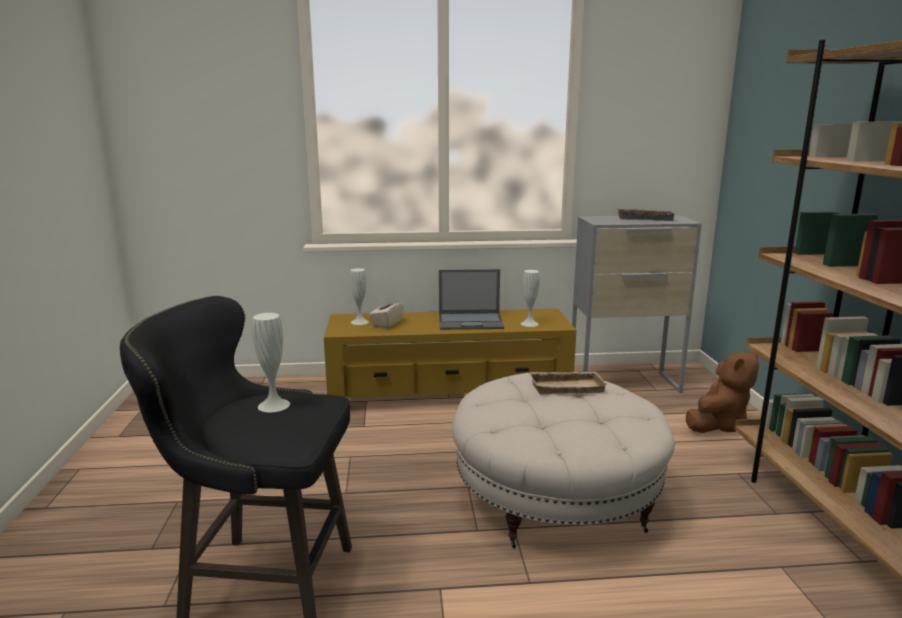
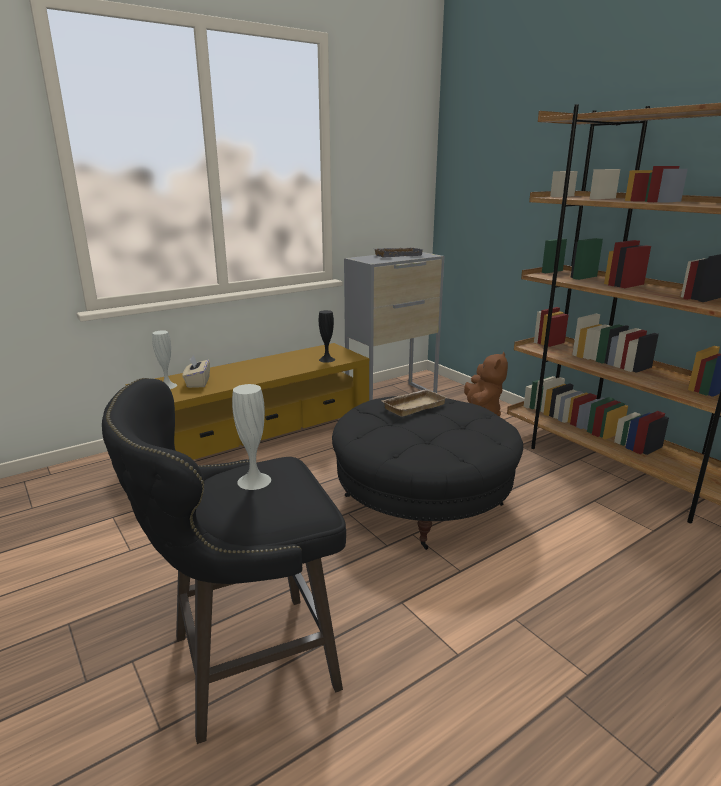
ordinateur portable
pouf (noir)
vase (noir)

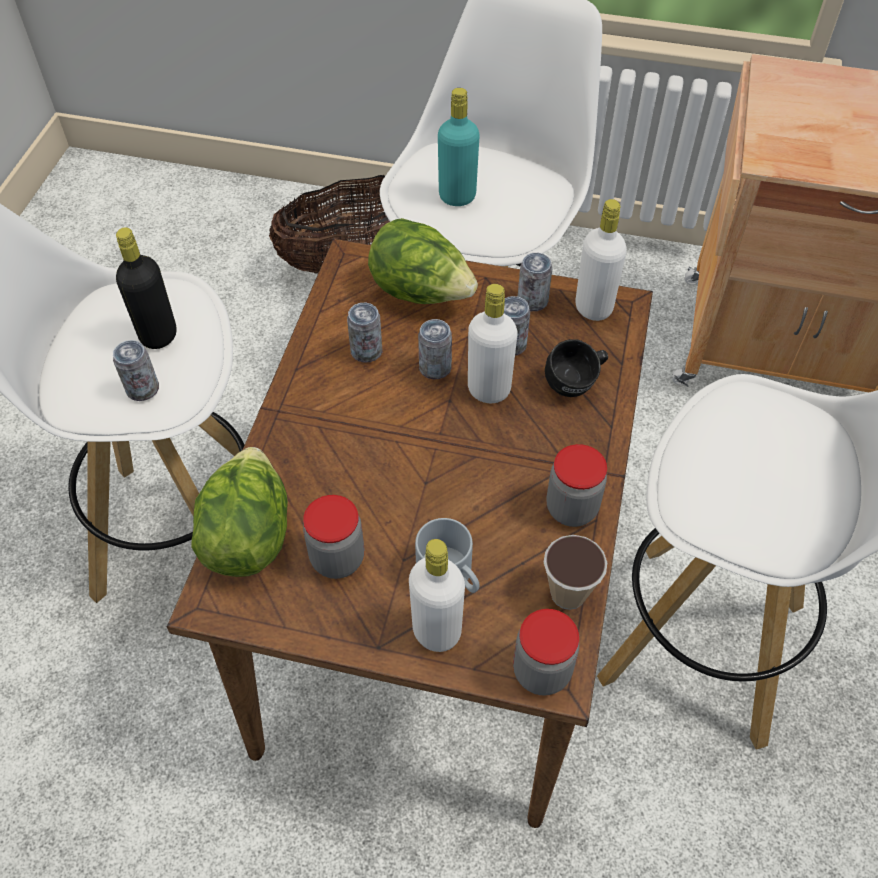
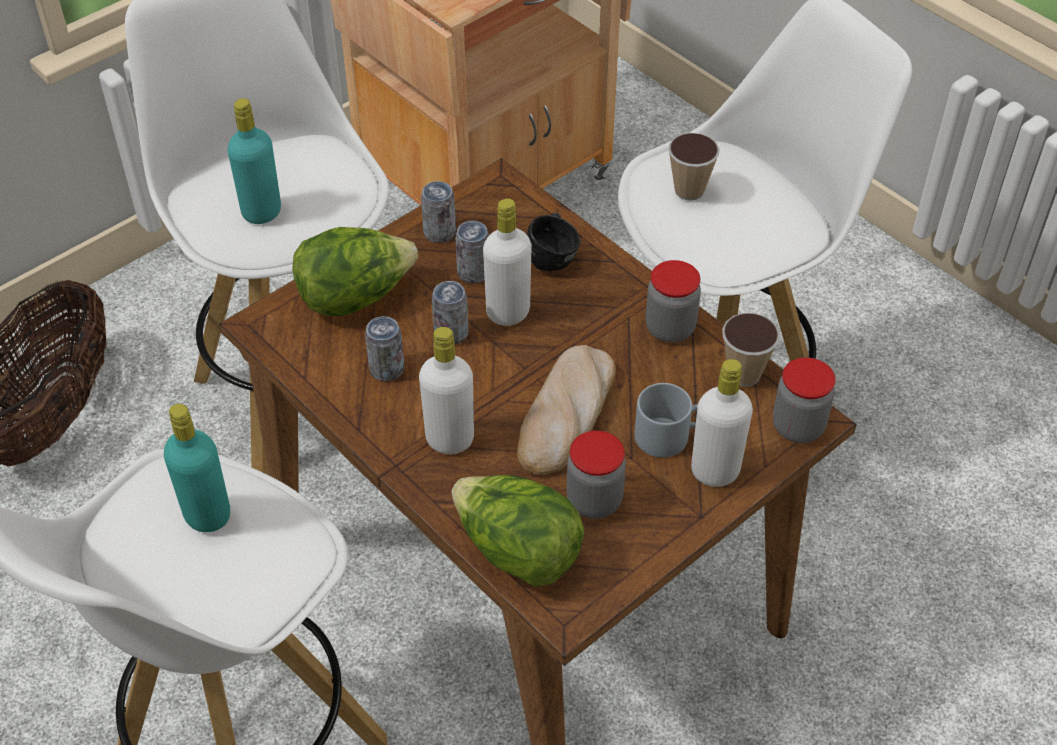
boîte métallique (1st from left in the first image)
bouteille (turquoise) (1st from left)
bouteille (blanc) (1st from left)
pain
tasse (1st from left)

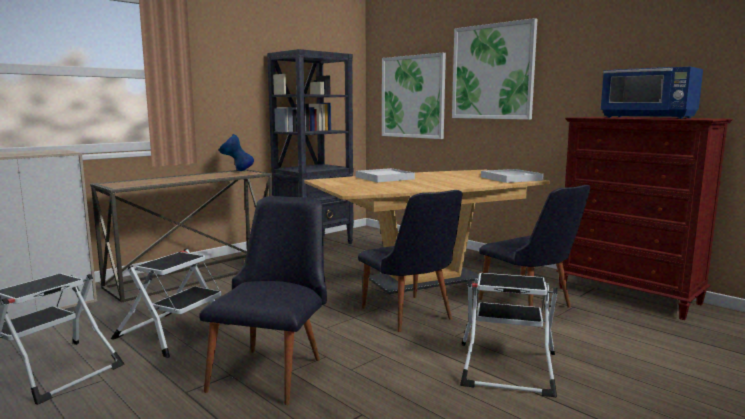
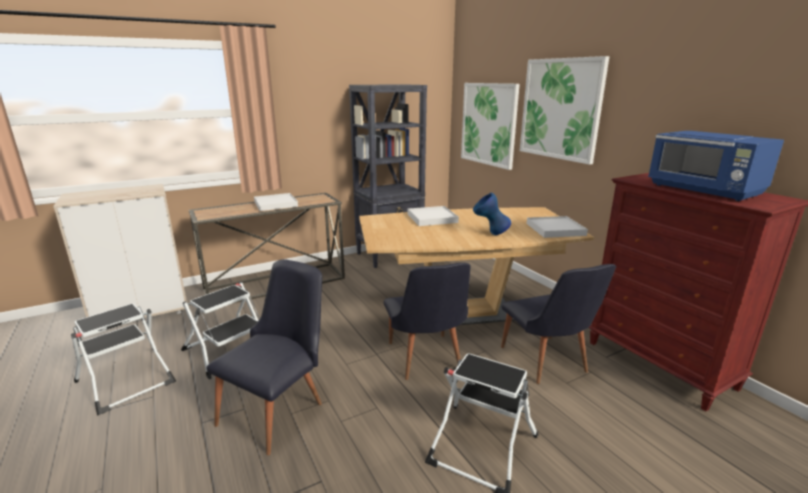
vase (bleu)
plateau (blanc) (1st from left)

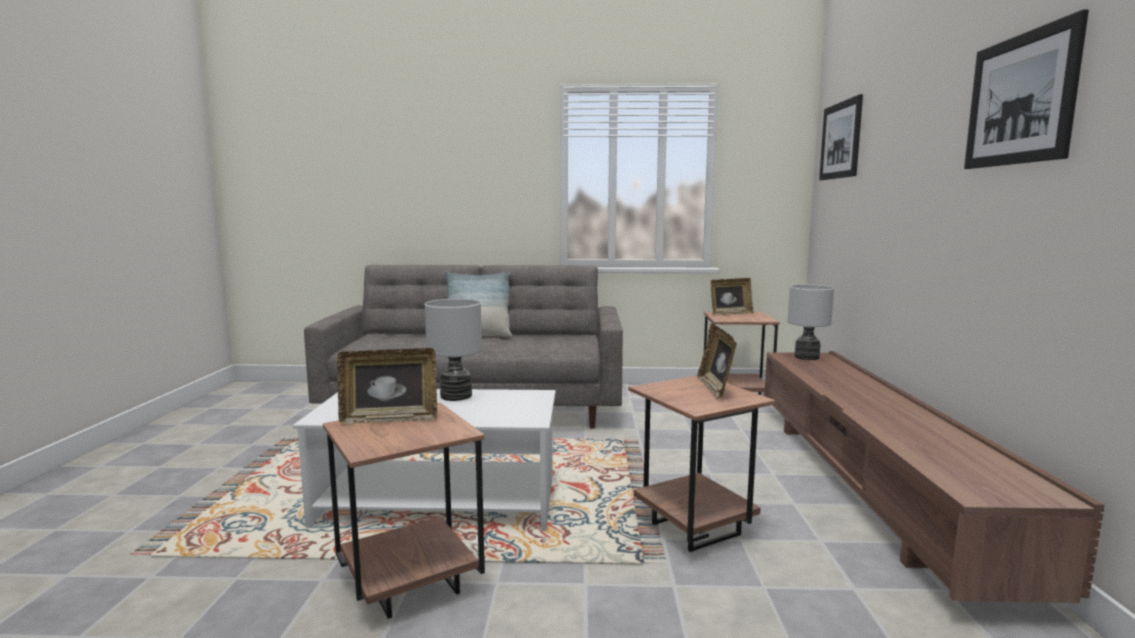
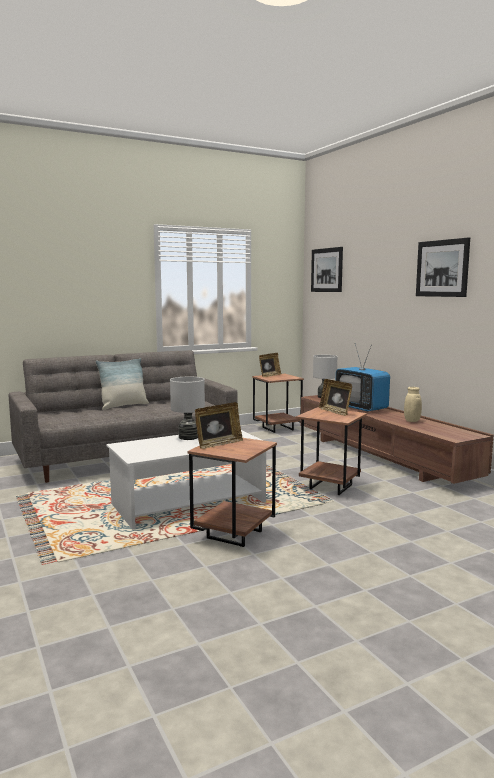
téléviseur
vase (beige)

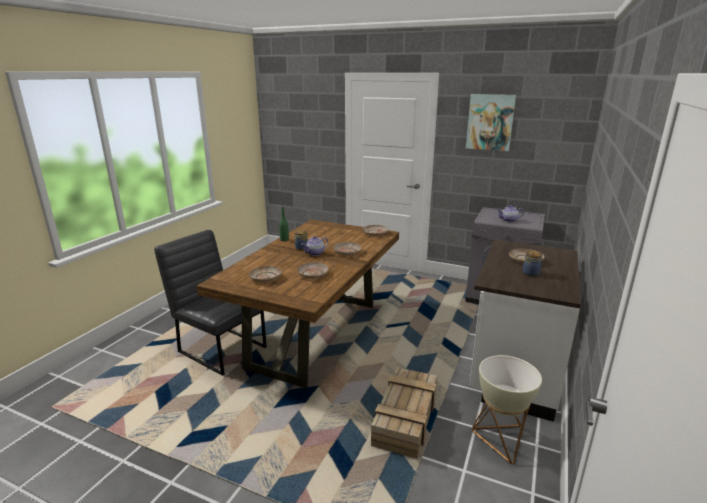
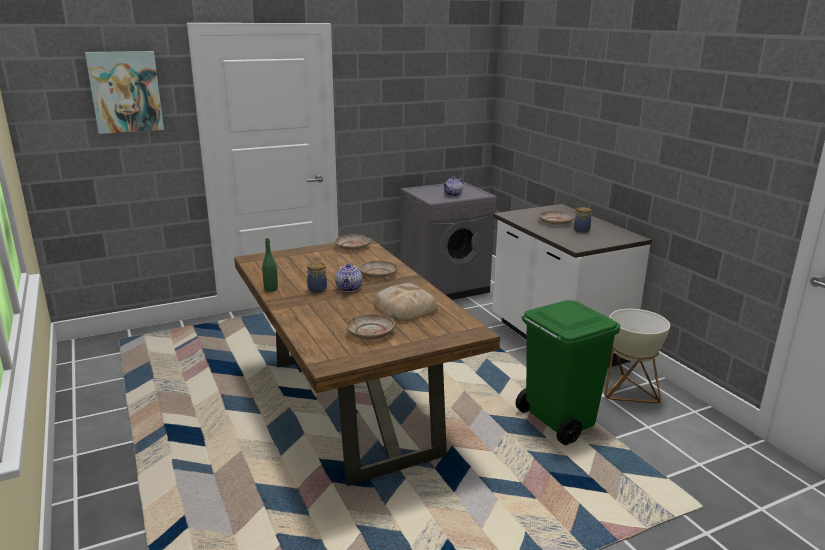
chaise (gris)
pain
poubelle (vert)
tableau

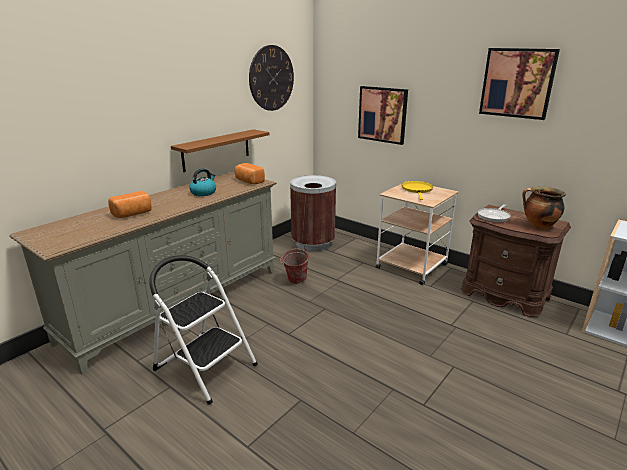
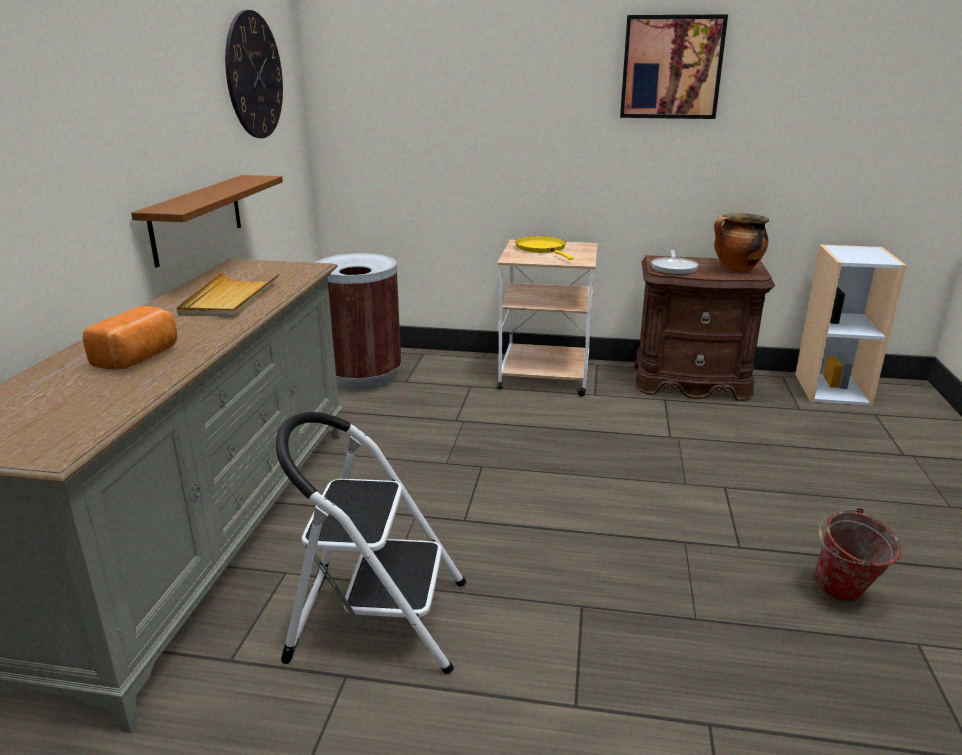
plateau (beige)
pain (2nd from left in the first image)
seau
tableau (1st from left in the first image)

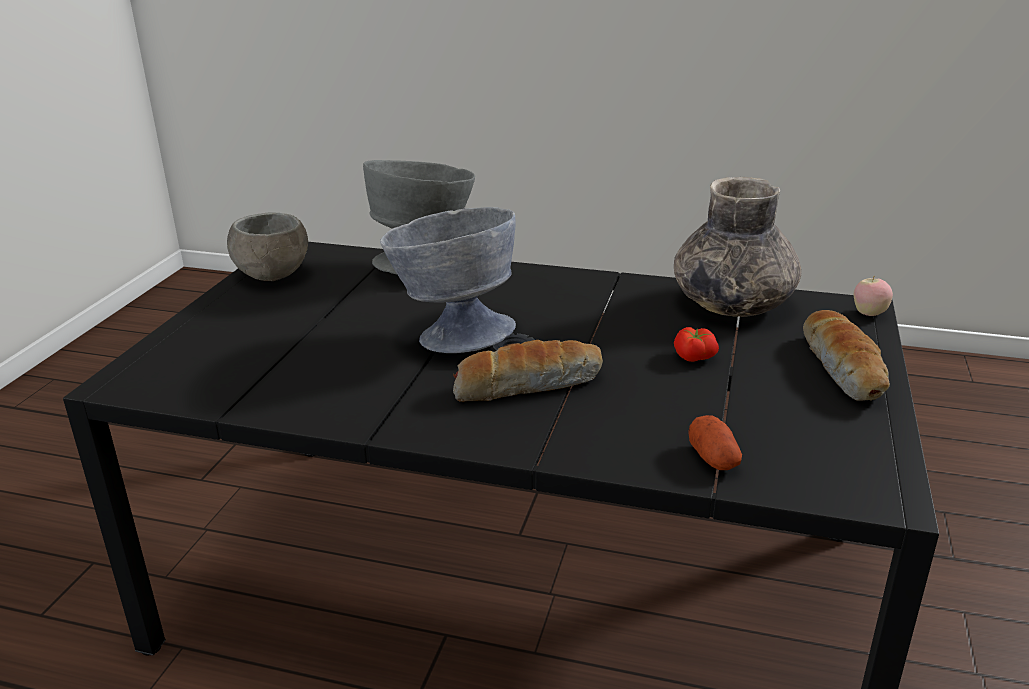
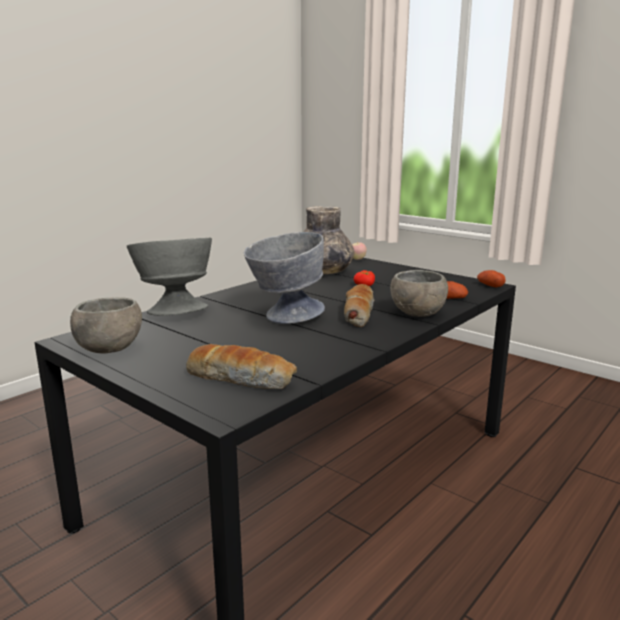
pain (1st from left)
bol (gris) (4th from left)
pomme de terre (2nd from left)

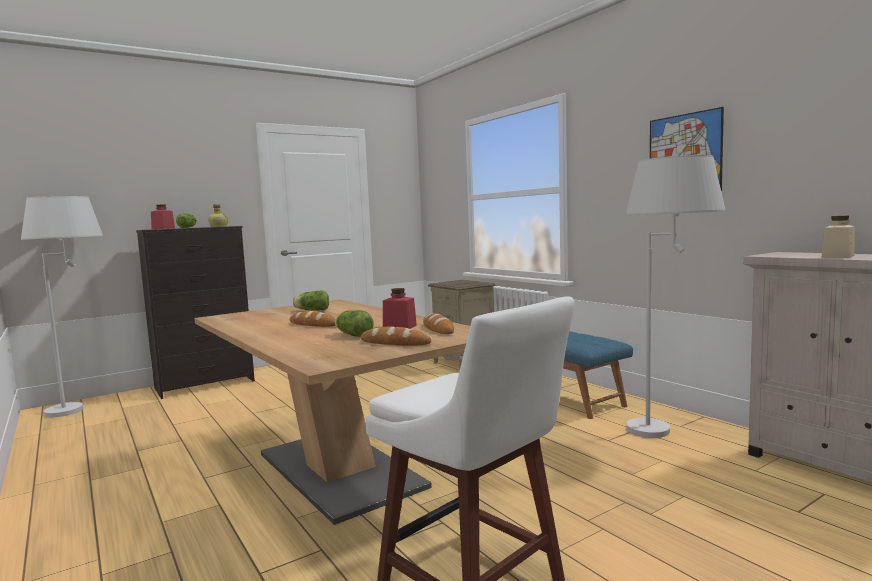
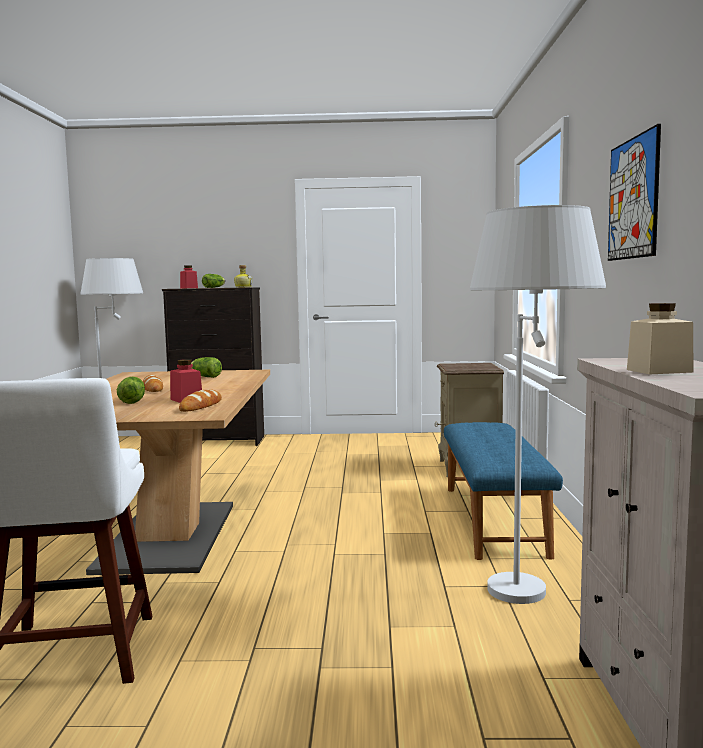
pain (2nd from left in the first image)

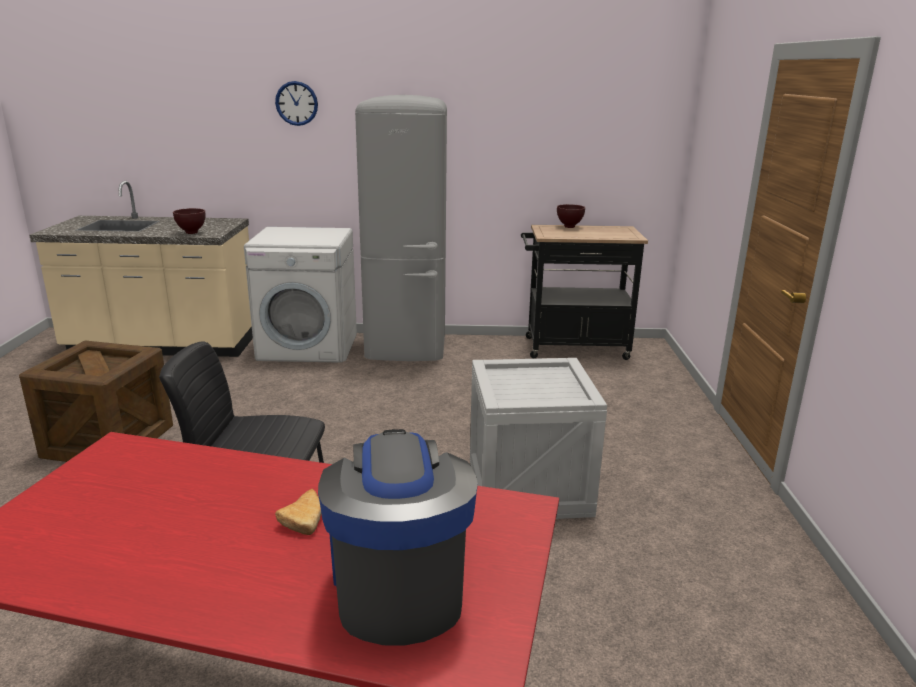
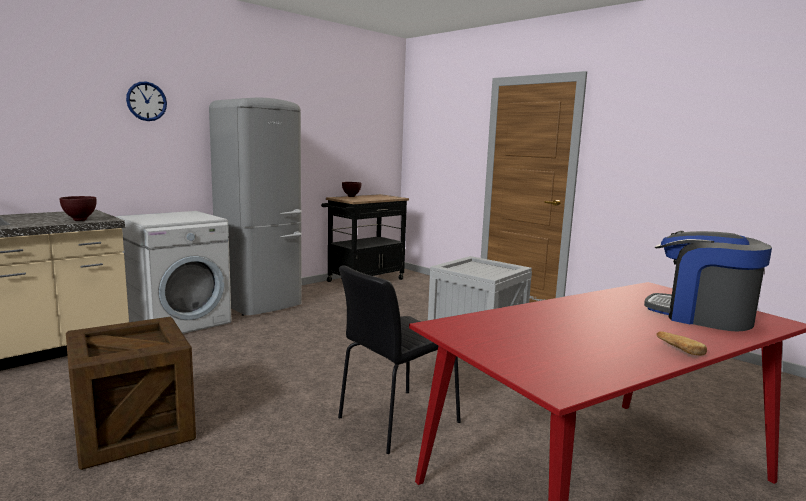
pain

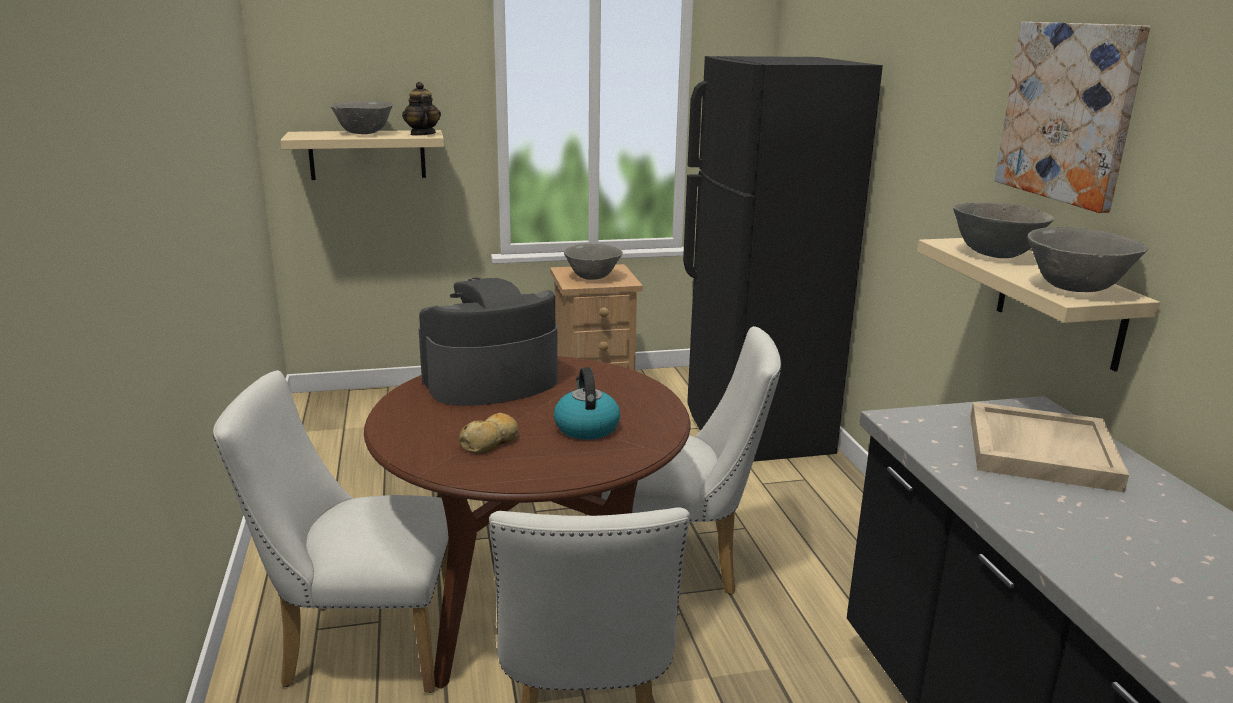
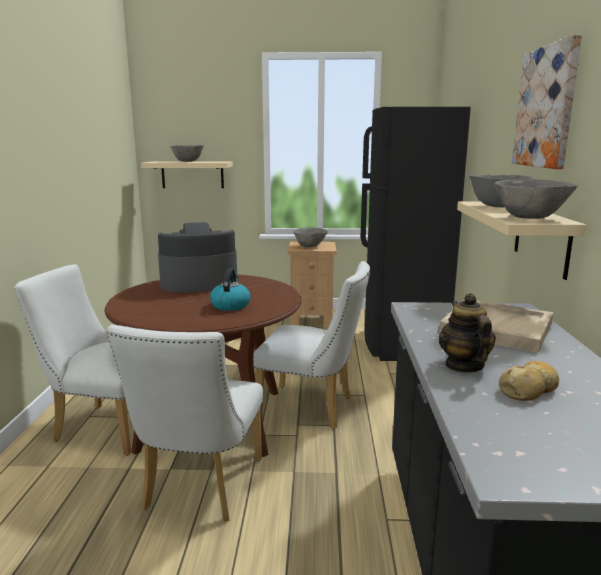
théière
pain

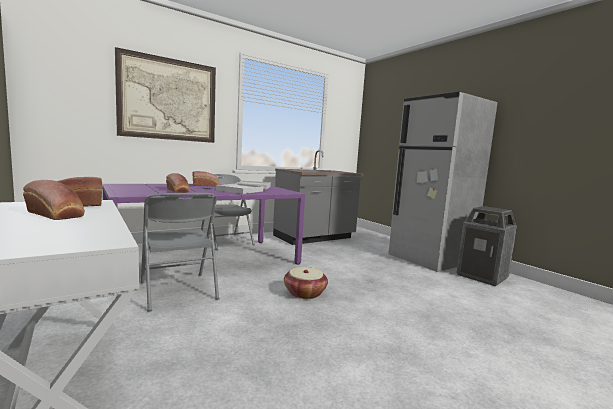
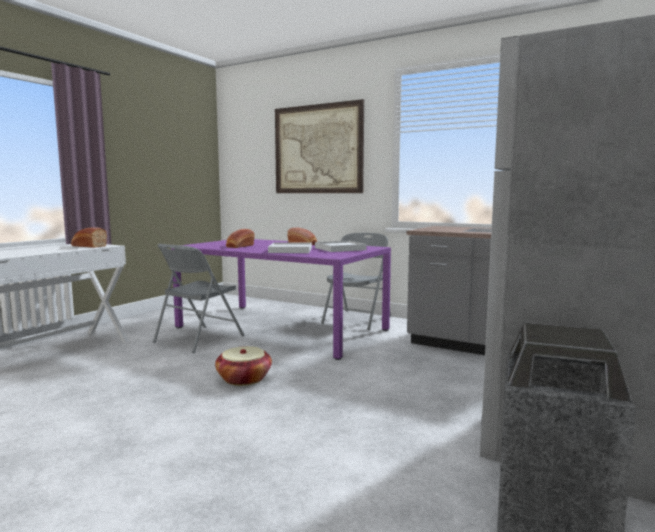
pain (1st from left in the first image)

